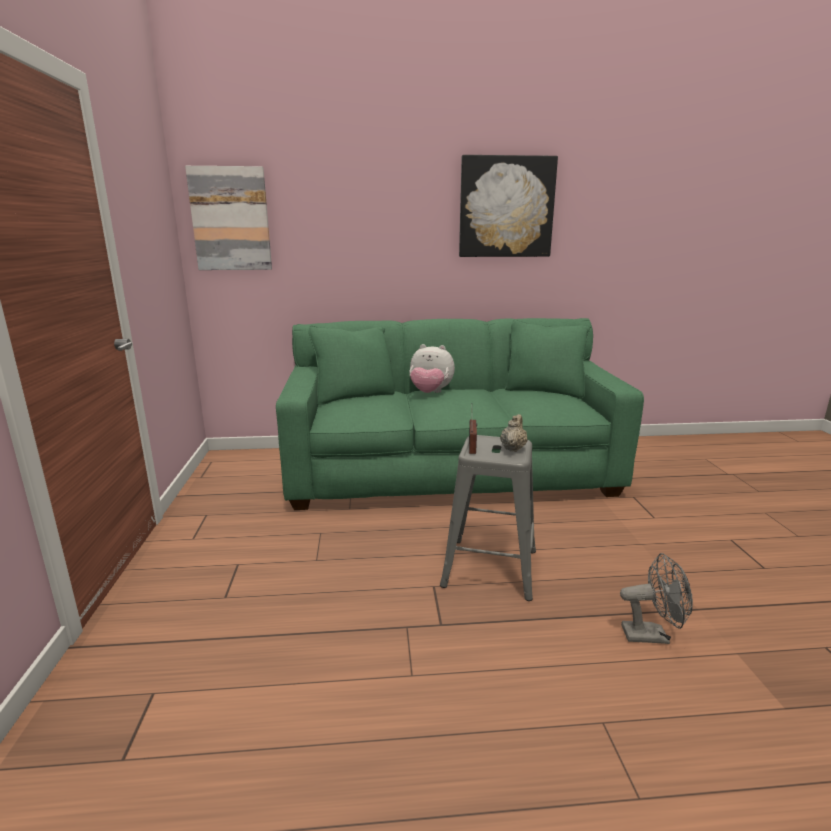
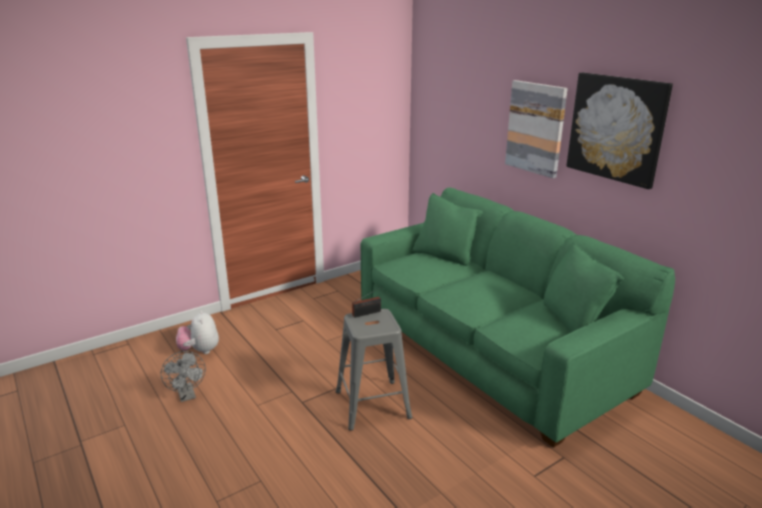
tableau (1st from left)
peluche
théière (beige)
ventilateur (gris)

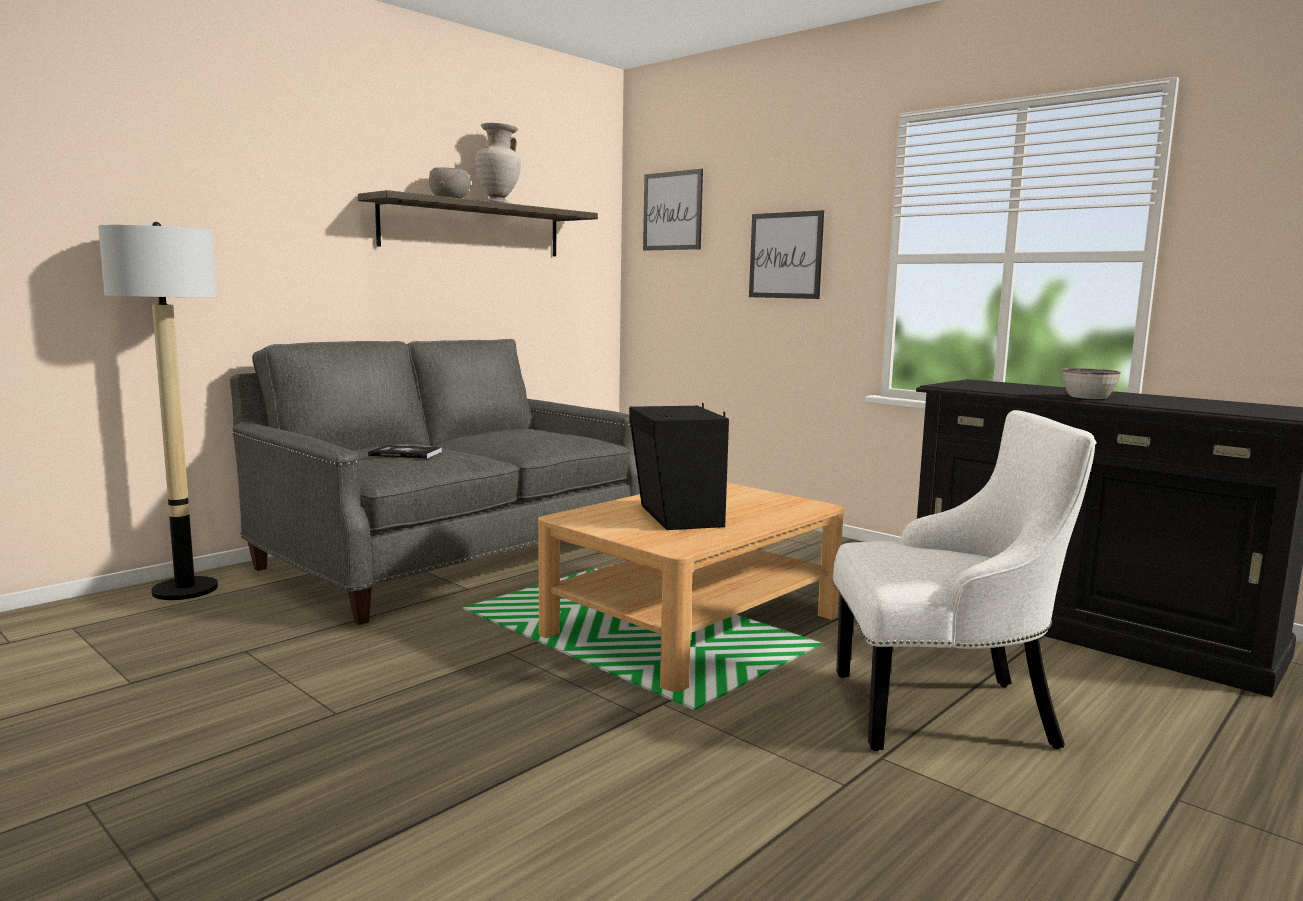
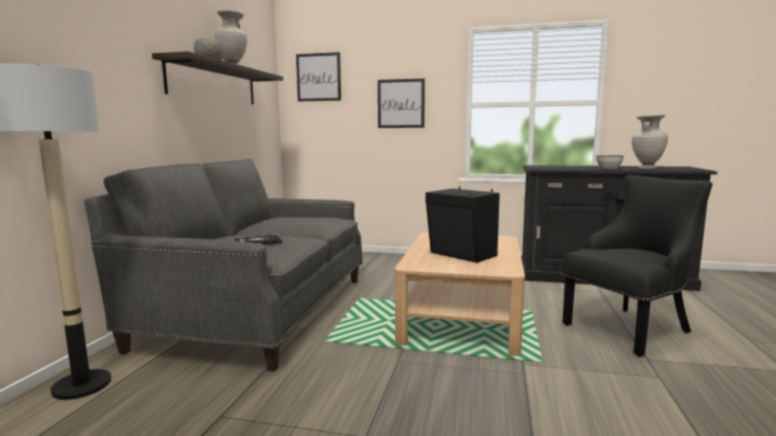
fauteuil (noir)
vase (beige) (2nd from left)

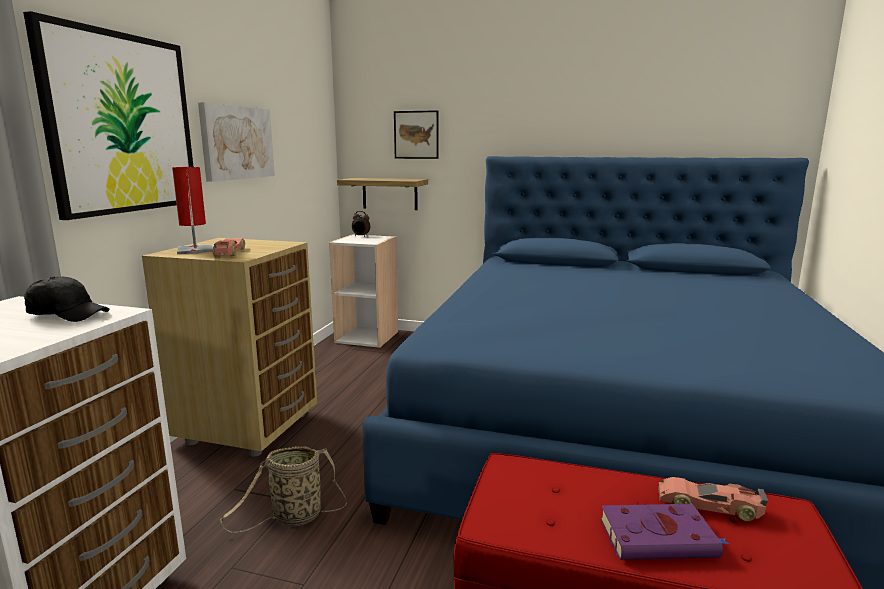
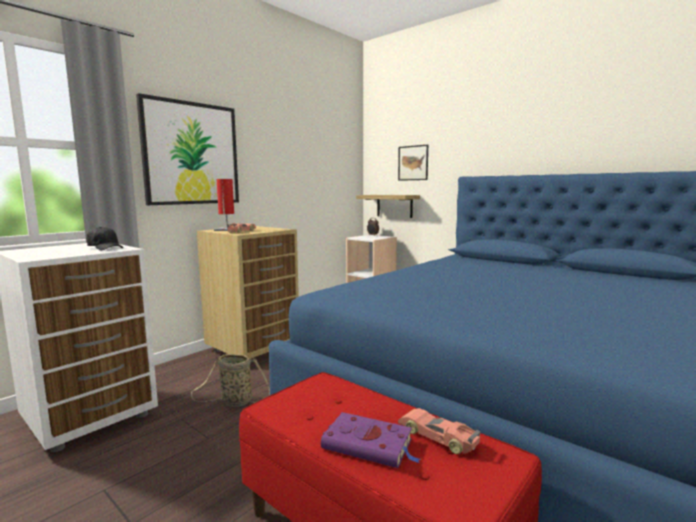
tableau (2nd from left in the first image)

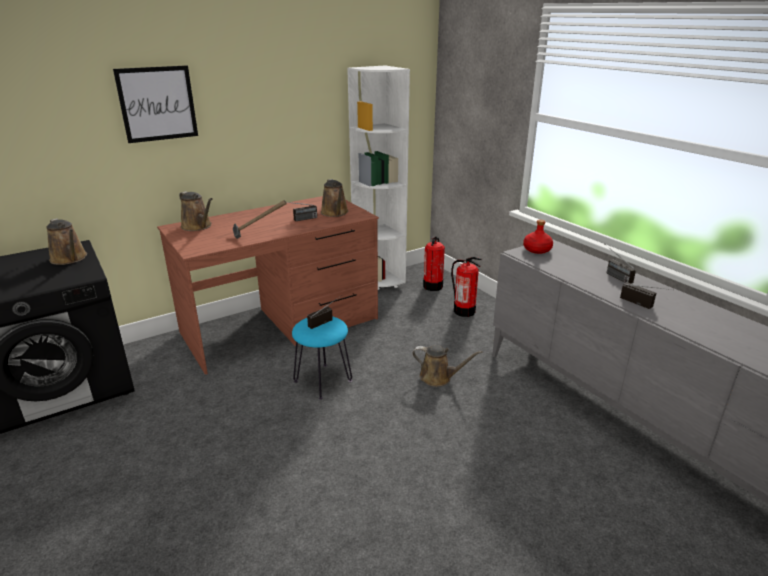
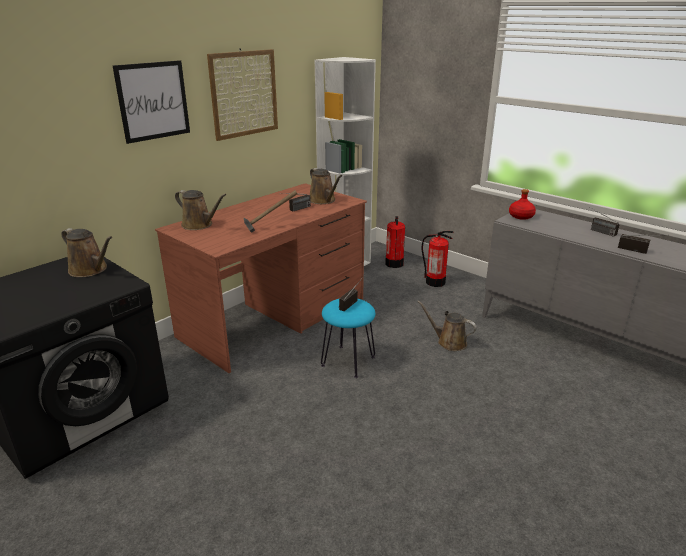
arrosoir (marron) (4th from left)
tableau (2nd from left)

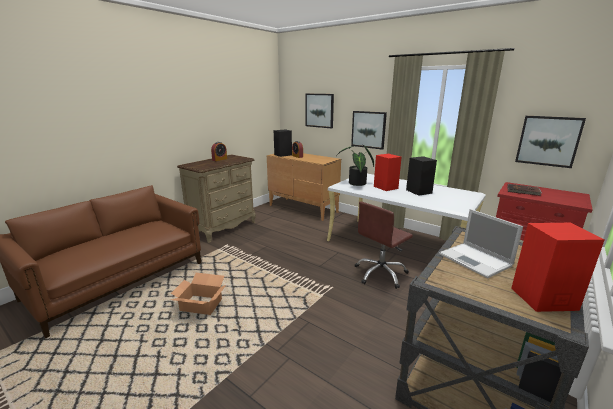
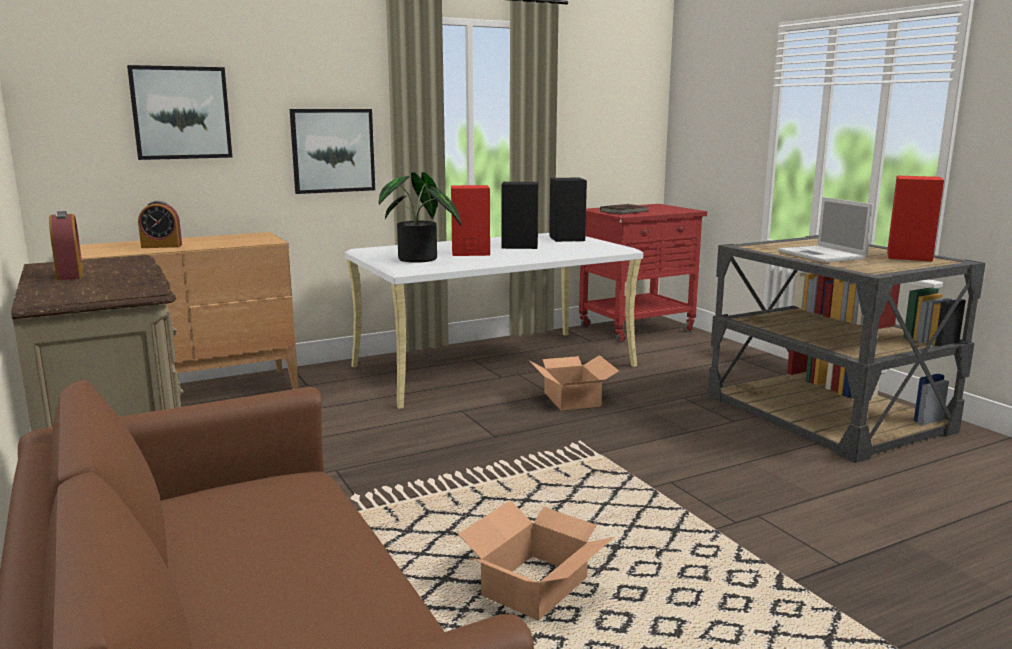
enceinte (noir) (2nd from left)
carton (2nd from left)
ordinateur portable
tableau (3rd from left in the first image)

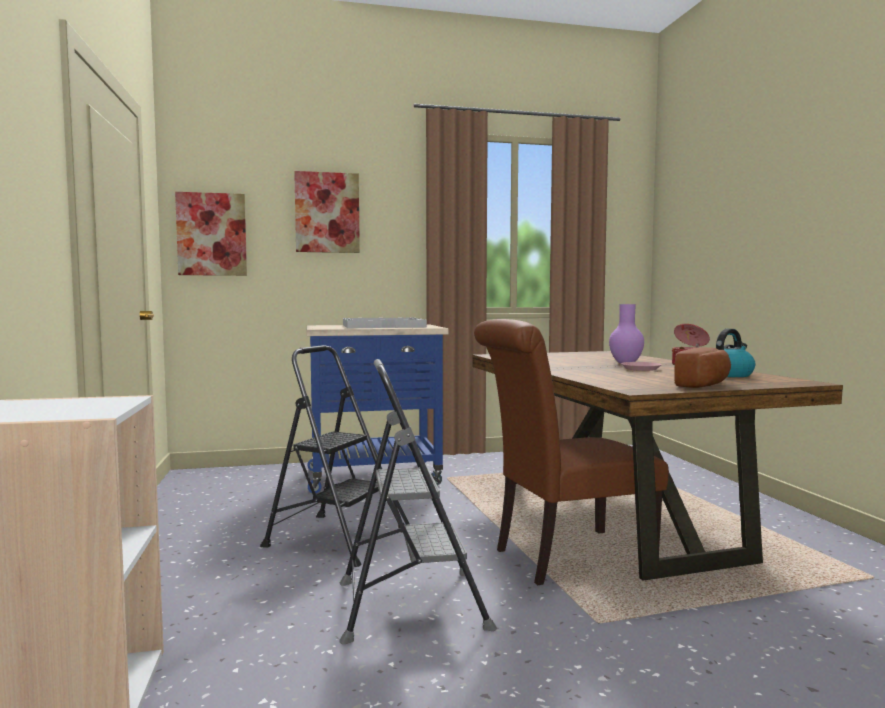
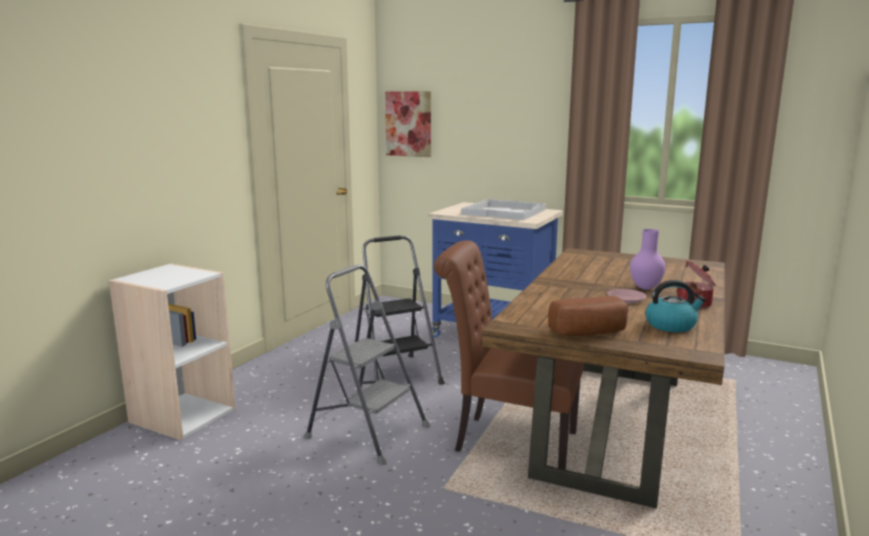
tableau (2nd from left in the first image)

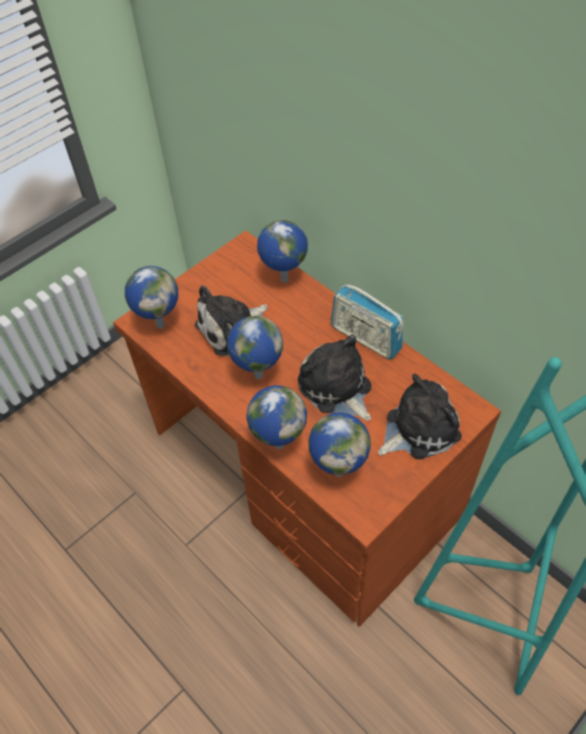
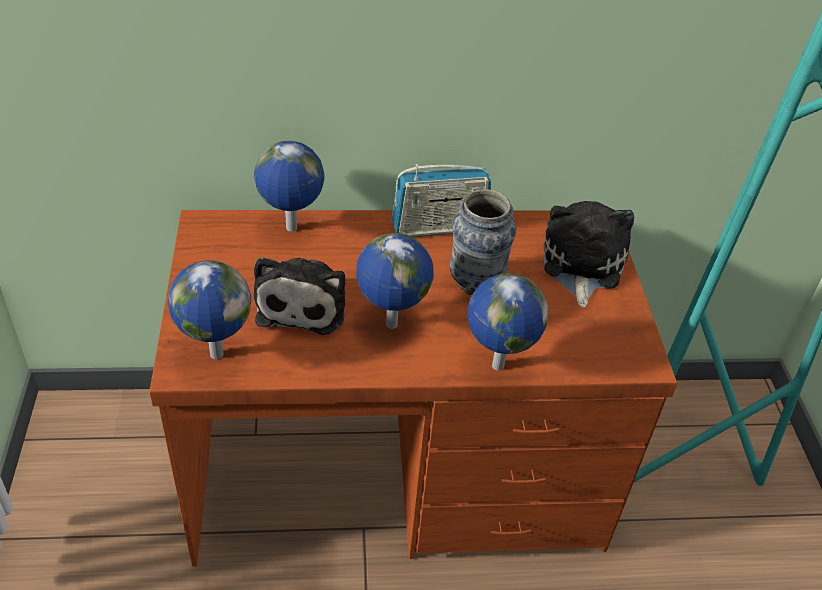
vase
globe (5th from left in the first image)

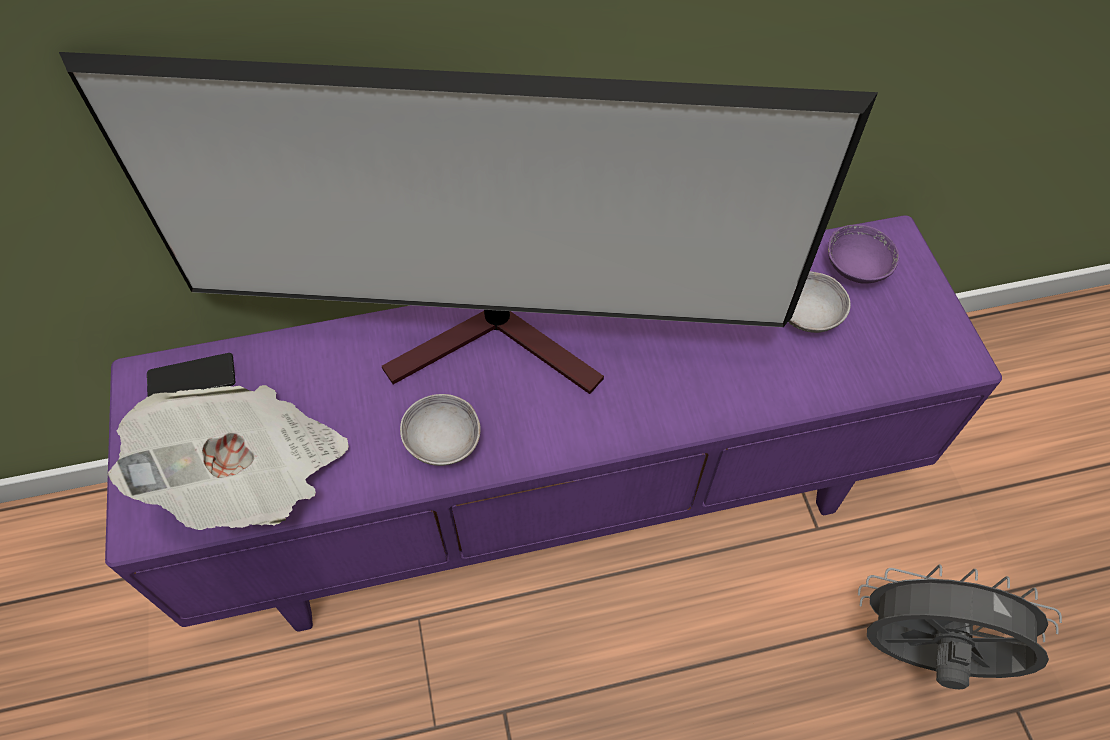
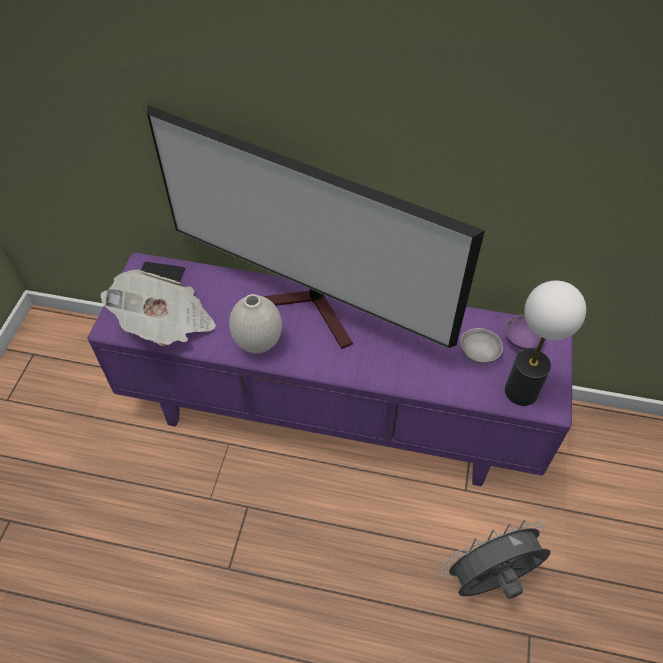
vase (blanc)
ventilateur (gris)
lampe de table

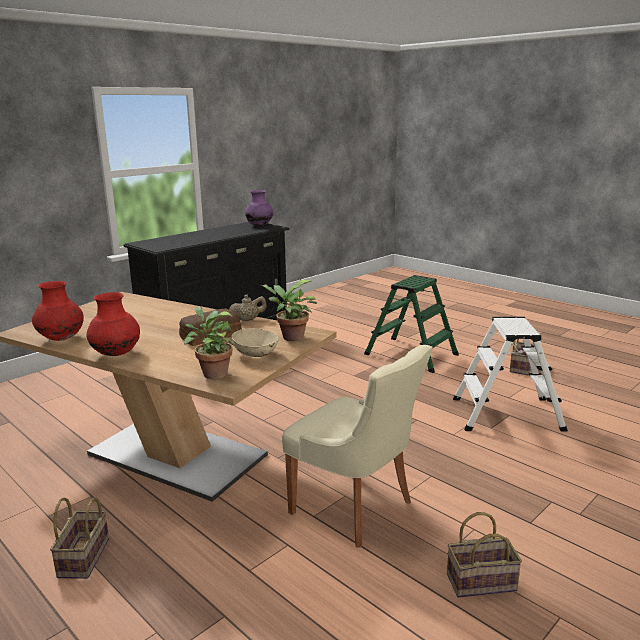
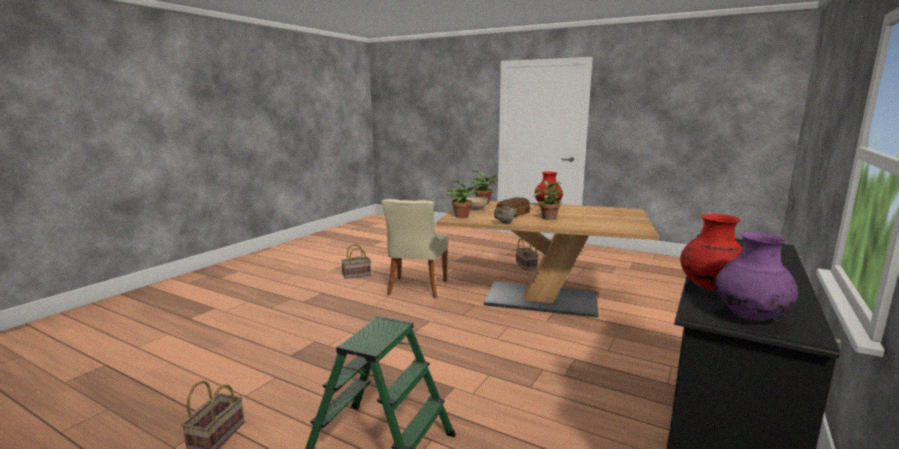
vase (rouge) (2nd from left)
chaise (beige)
escabeau (blanc)
plante en pot (3rd from left)

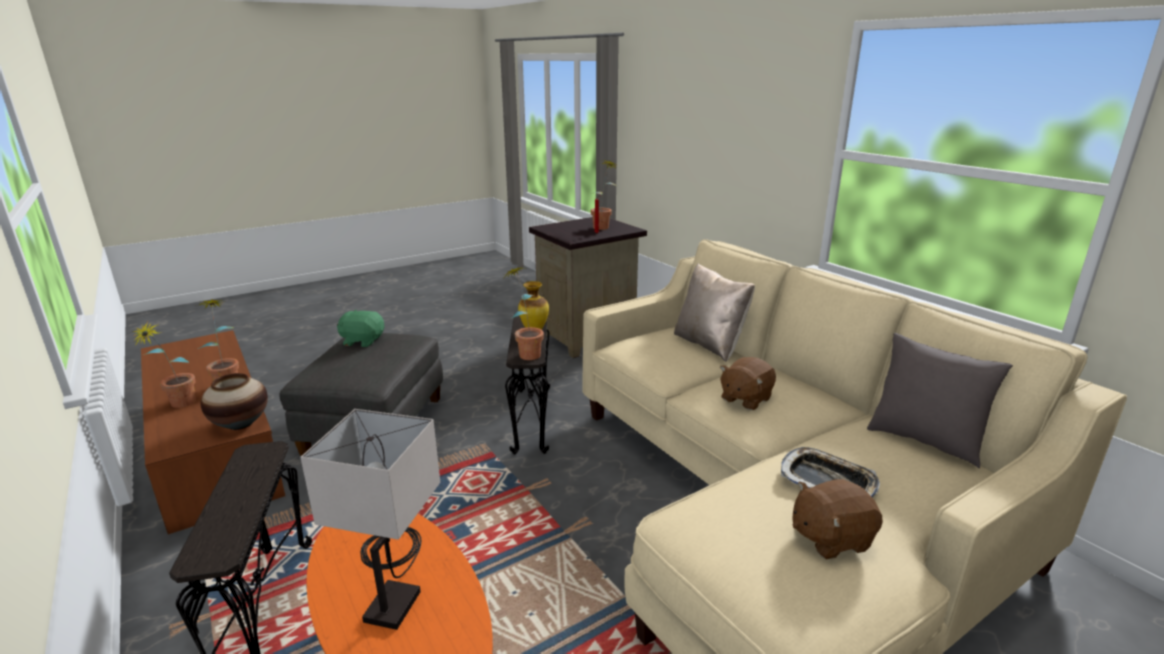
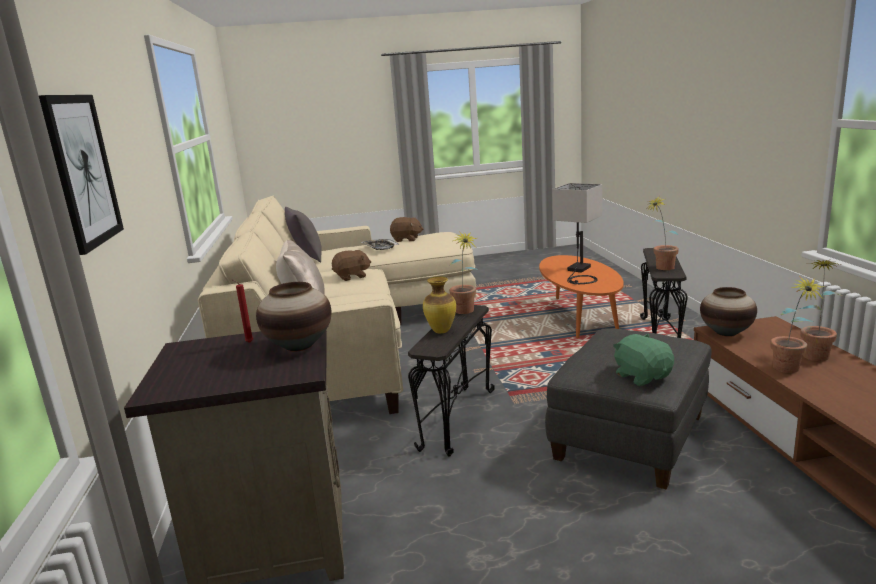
peluche (vert)
plante en pot (2nd from left)
tableau
vase (1st from left)

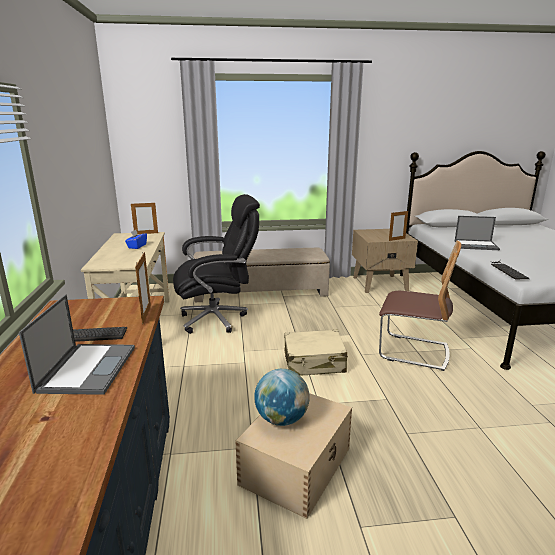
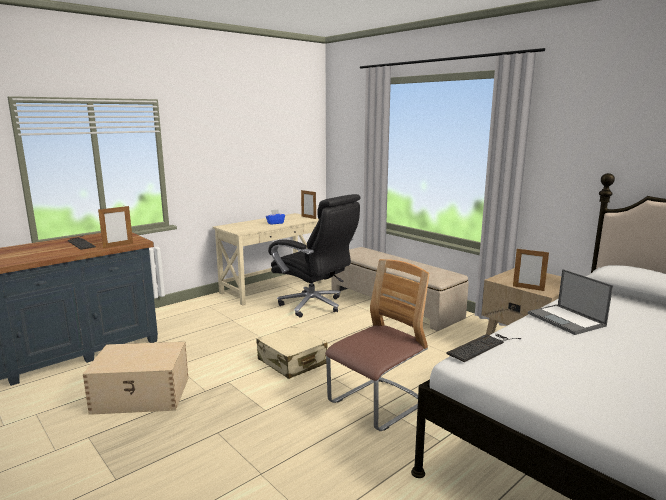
ordinateur portable (1st from left in the first image)
globe
chaise

